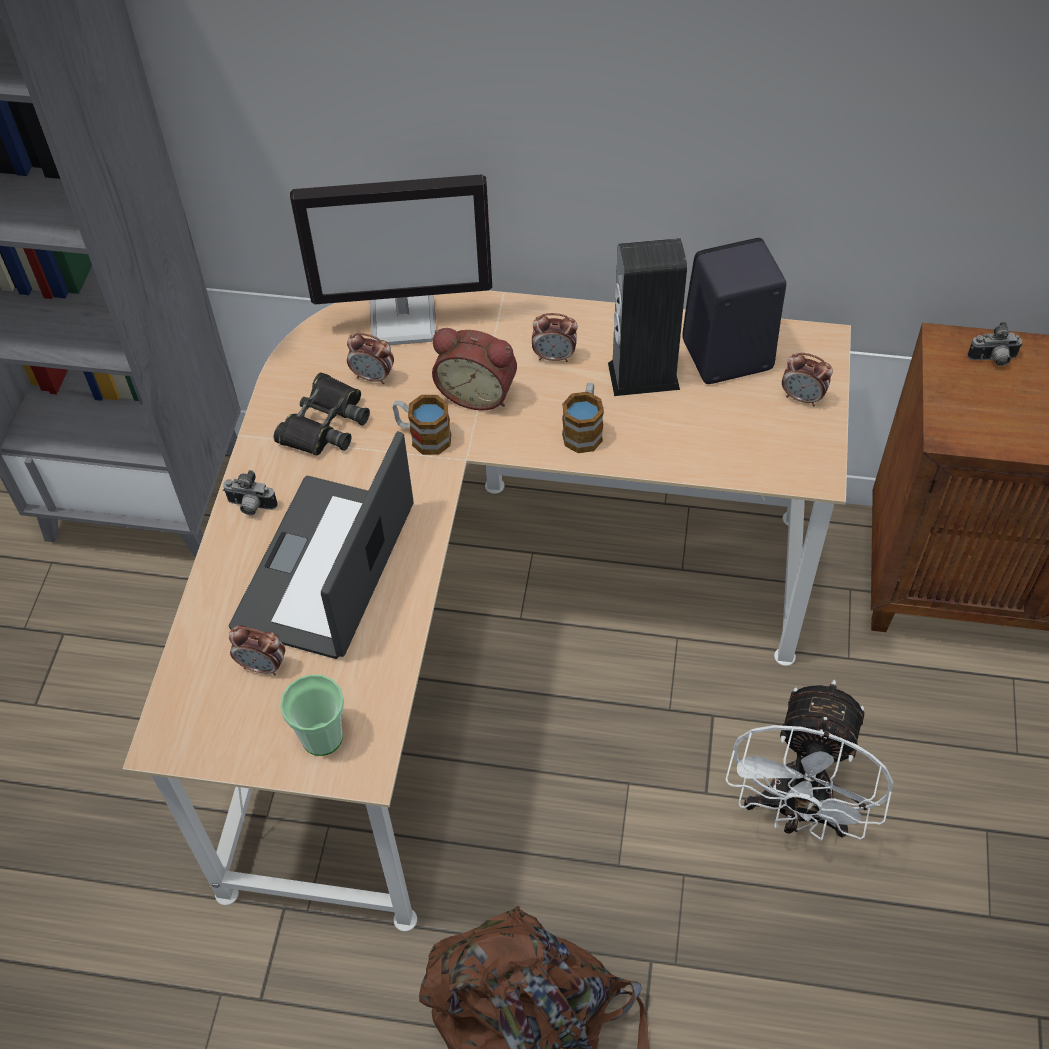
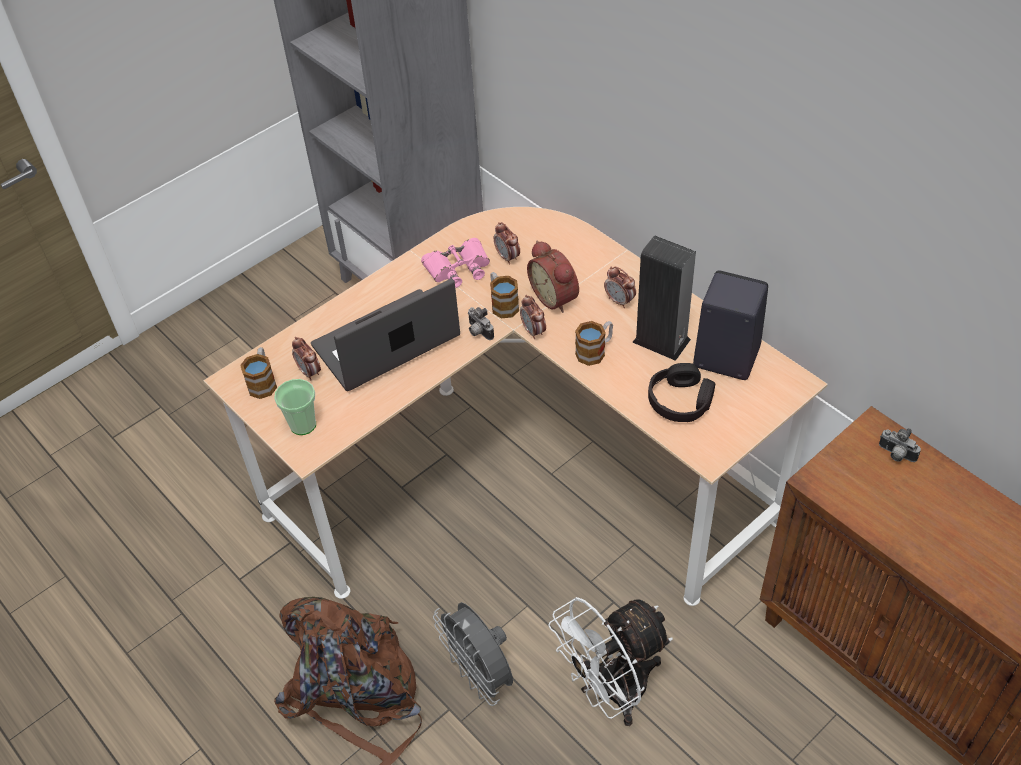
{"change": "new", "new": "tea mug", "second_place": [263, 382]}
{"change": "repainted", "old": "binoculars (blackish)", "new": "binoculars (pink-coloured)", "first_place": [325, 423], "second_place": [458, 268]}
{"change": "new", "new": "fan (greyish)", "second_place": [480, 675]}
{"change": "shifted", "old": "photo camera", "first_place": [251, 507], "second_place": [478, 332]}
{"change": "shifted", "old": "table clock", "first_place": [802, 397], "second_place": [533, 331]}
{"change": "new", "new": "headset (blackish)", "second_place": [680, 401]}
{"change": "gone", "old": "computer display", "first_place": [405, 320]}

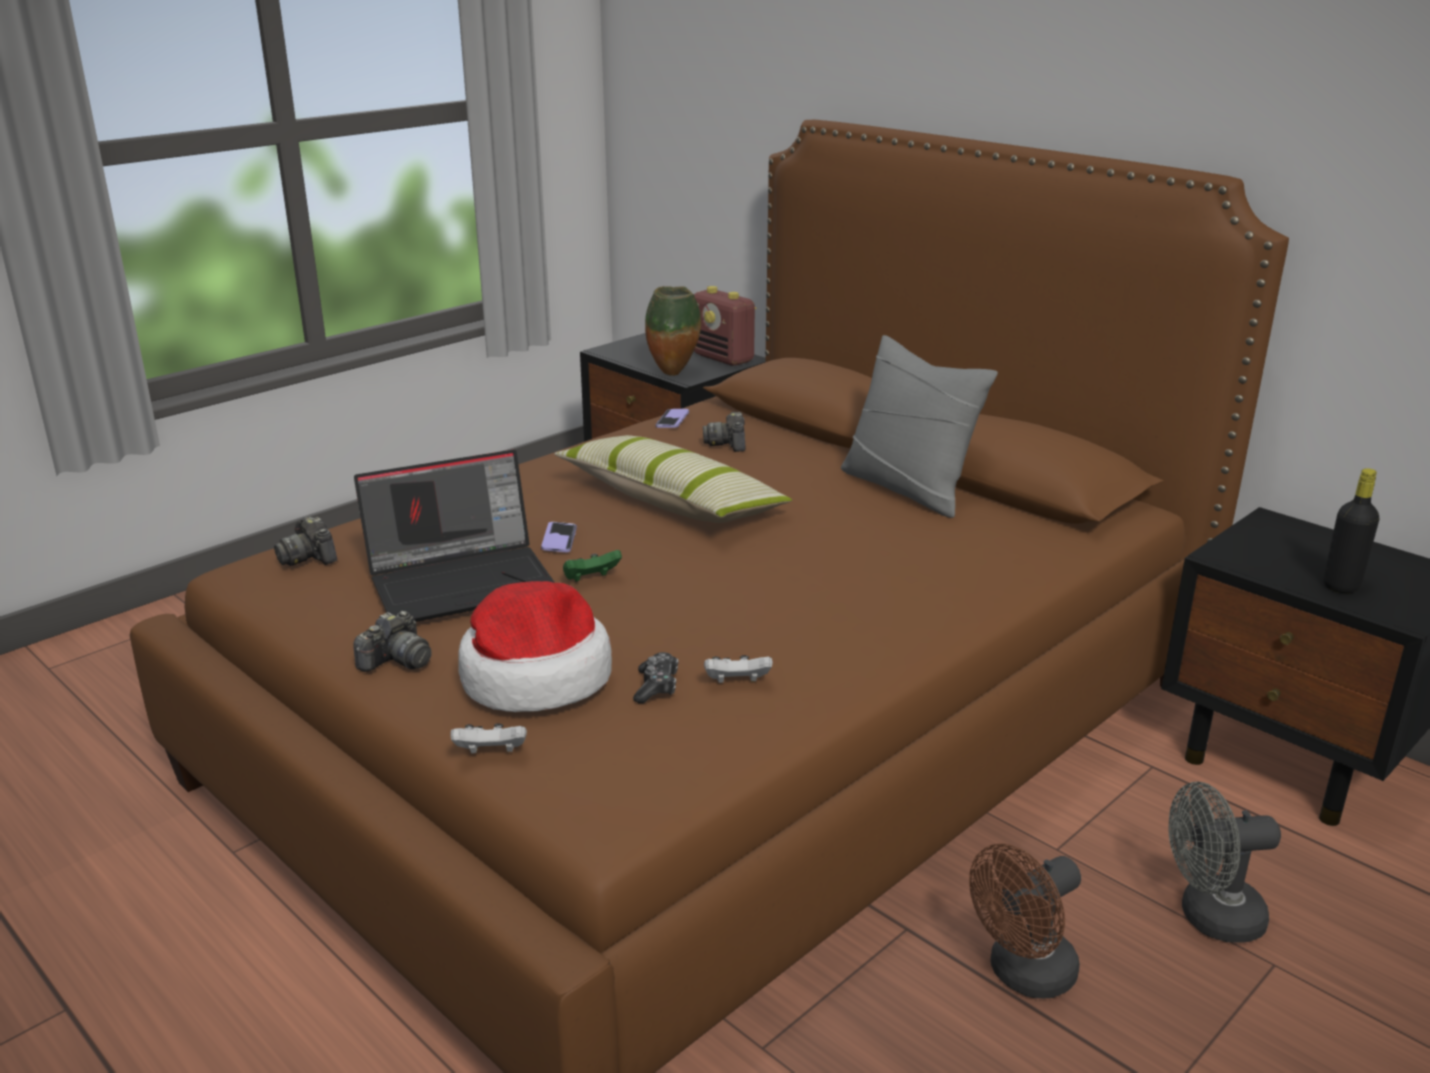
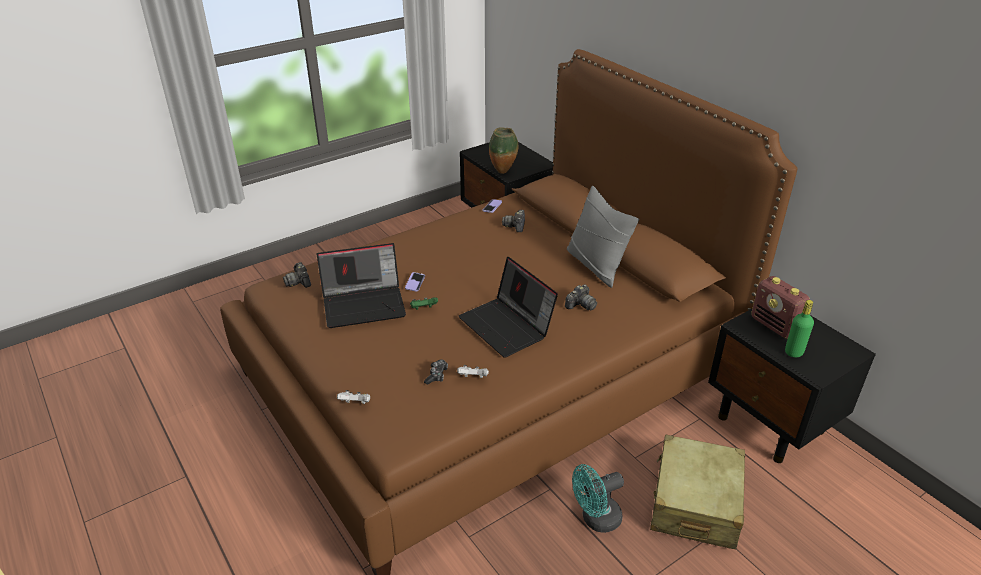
{"change": "new", "new": "notebook computer", "second_place": [507, 326]}
{"change": "shifted", "old": "photo camera", "first_place": [397, 661], "second_place": [580, 305]}
{"change": "repainted", "old": "fan (brown)", "new": "fan (blue-green)", "first_place": [1023, 975], "second_place": [595, 519]}
{"change": "swapped", "old": "fan (greyish)", "new": "suitcase (sand-coloured)", "first_place": [1209, 918], "second_place": [695, 503]}
{"change": "shifted", "old": "radio set", "first_place": [723, 358], "second_place": [775, 326]}
{"change": "repainted", "old": "beverage bottle (blackish)", "new": "beverage bottle (green)", "first_place": [1341, 586], "second_place": [793, 352]}
{"change": "gone", "old": "hat", "first_place": [535, 677]}
{"change": "gone", "old": "throw pillow", "first_place": [671, 502]}

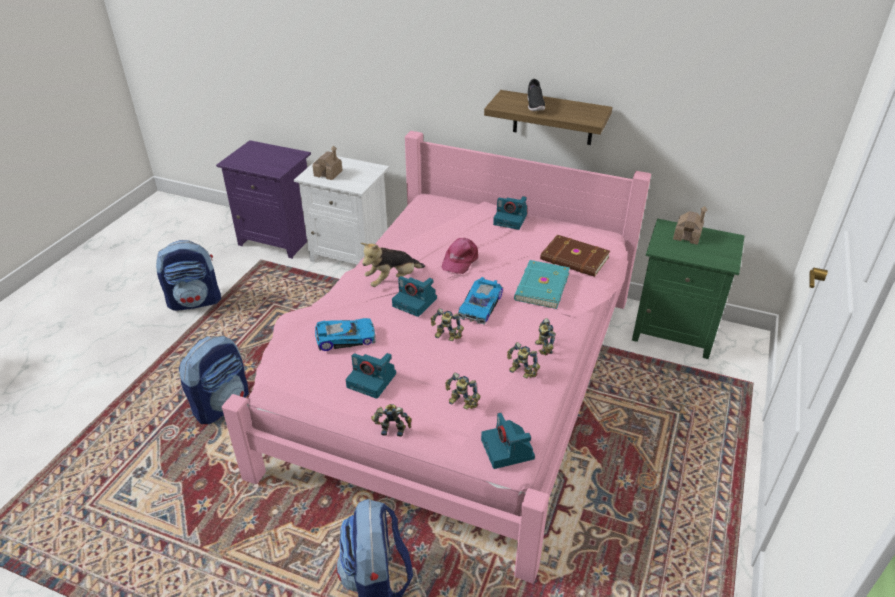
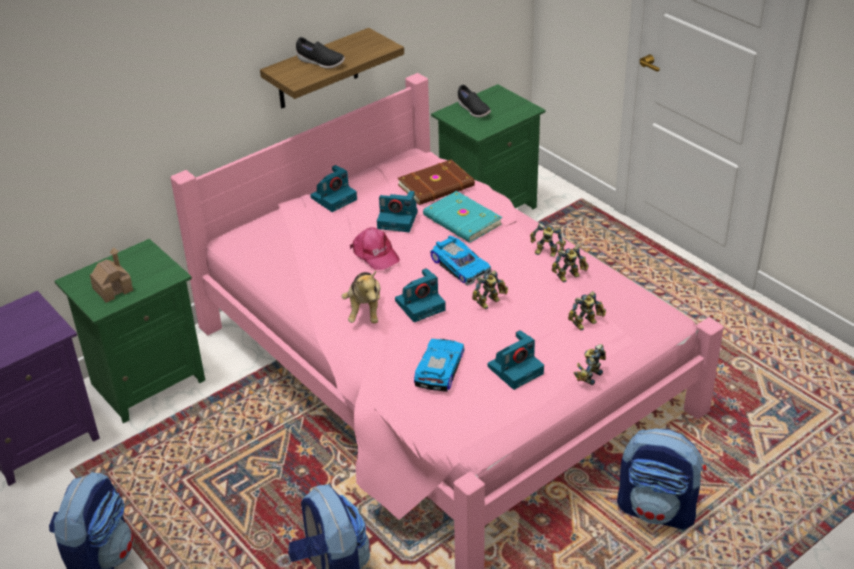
{"change": "repainted", "old": "bedside table (white-coloured)", "new": "bedside table (green)", "first_place": [351, 254], "second_place": [146, 381]}
{"change": "shifted", "old": "photo camera", "first_place": [508, 450], "second_place": [398, 220]}
{"change": "swapped", "old": "model house", "new": "item of footwear (blackish)", "first_place": [687, 236], "second_place": [473, 110]}

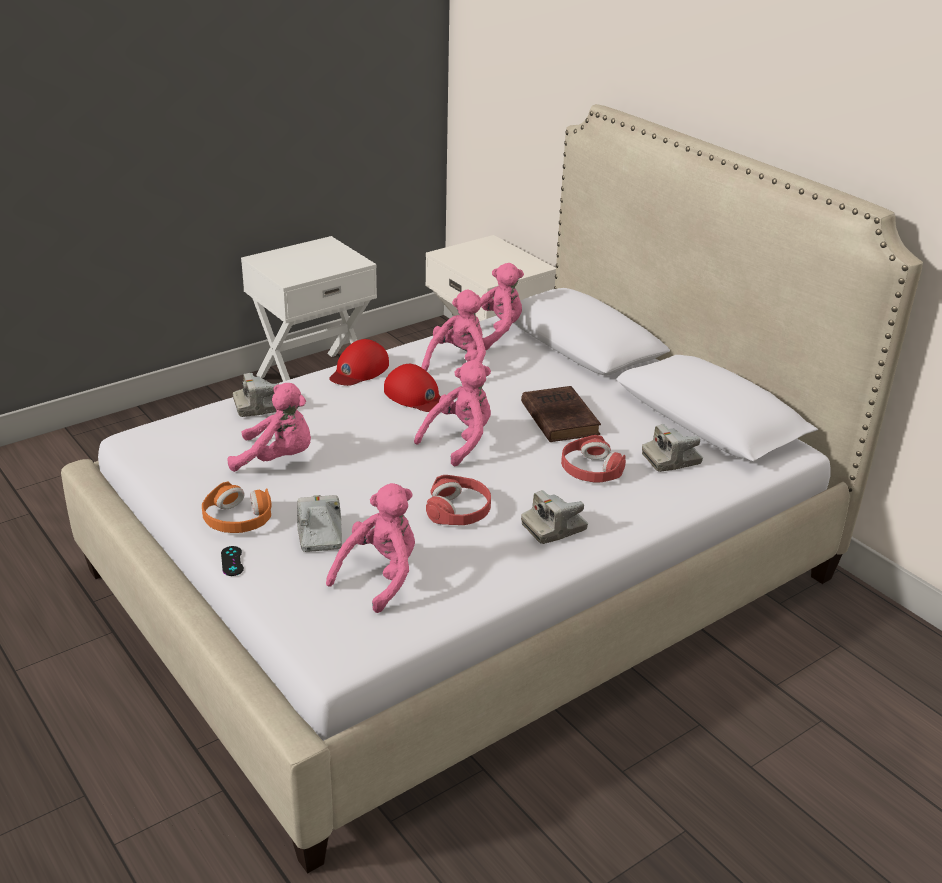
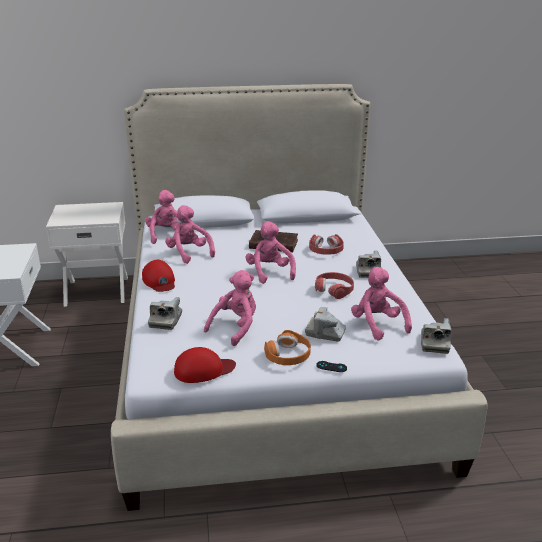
{"change": "shifted", "old": "peaked cap (red)", "first_place": [415, 396], "second_place": [204, 370]}
{"change": "shifted", "old": "photo camera", "first_place": [671, 459], "second_place": [434, 343]}

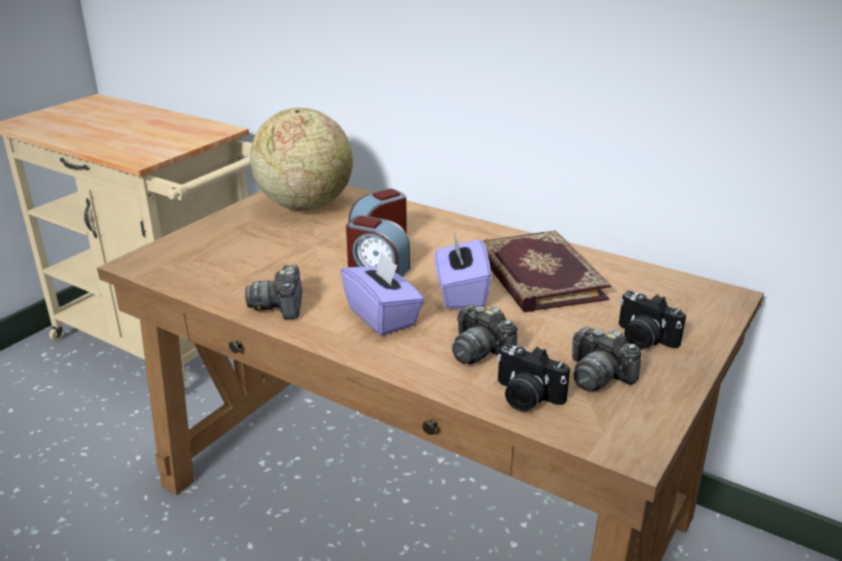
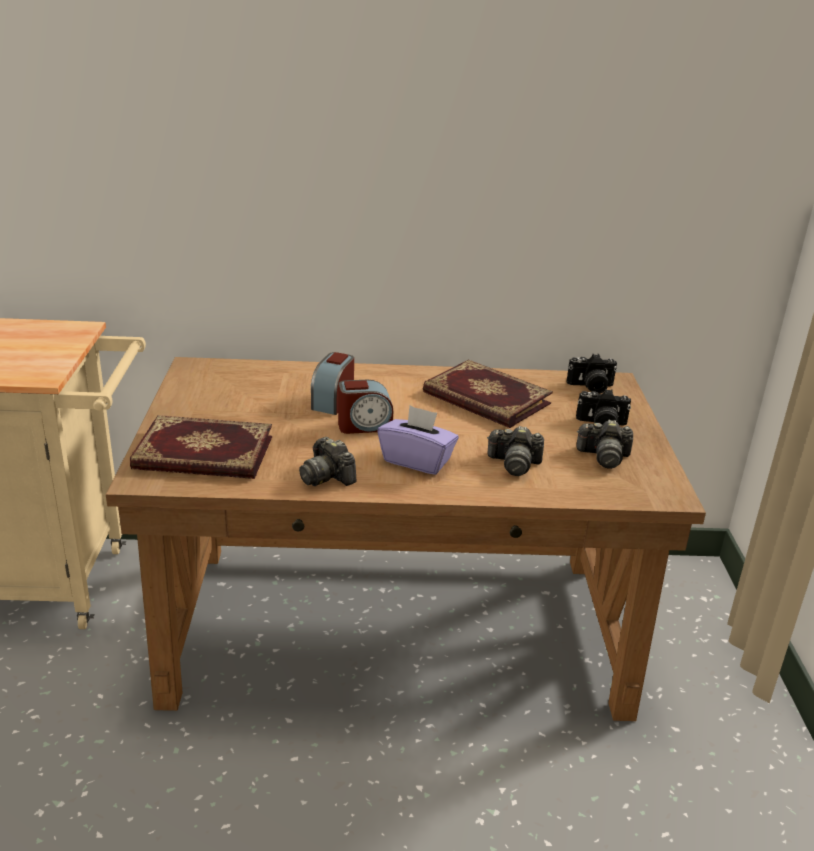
{"change": "new", "new": "bound book", "second_place": [203, 454]}
{"change": "shifted", "old": "photo camera", "first_place": [525, 397], "second_place": [591, 387]}
{"change": "gone", "old": "desk globe", "first_place": [304, 205]}
{"change": "gone", "old": "box of tissues (purple)", "first_place": [460, 293]}

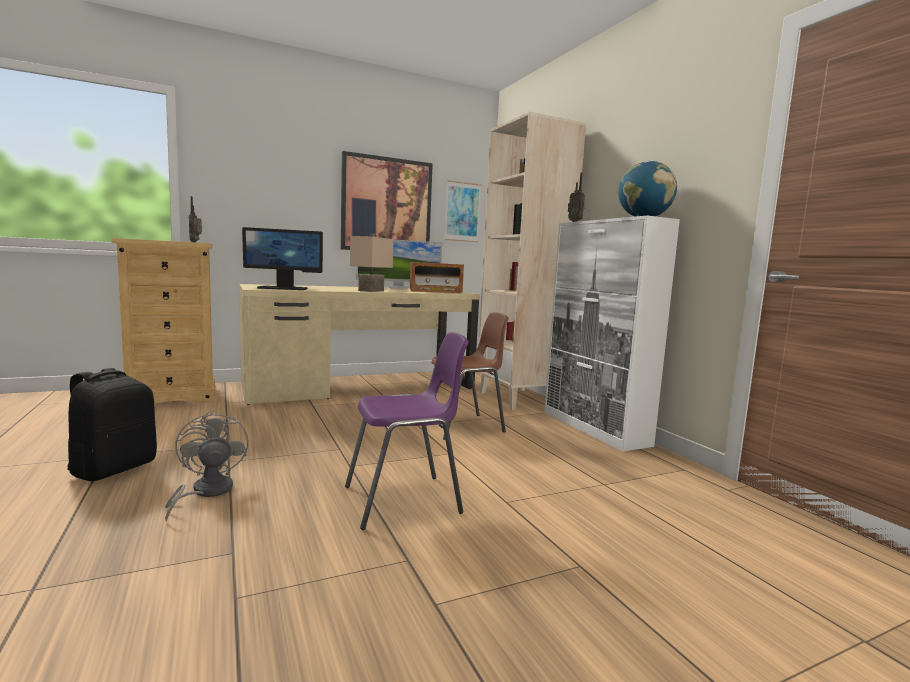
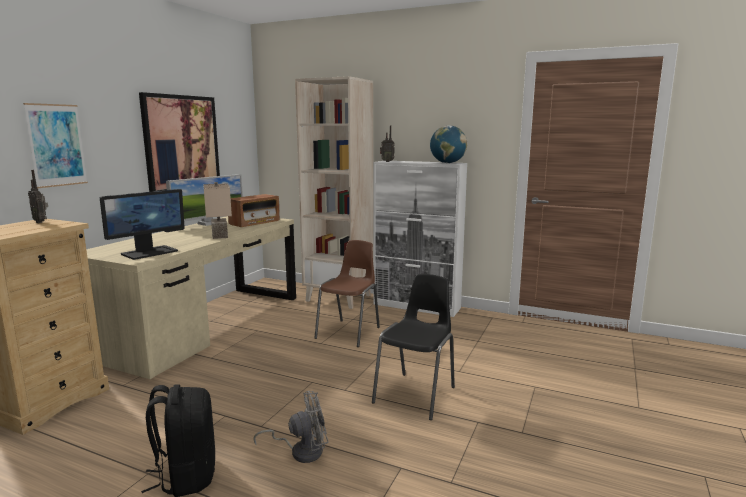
{"change": "shifted", "old": "picture", "first_place": [462, 212], "second_place": [56, 145]}
{"change": "rotated", "old": "fan (greyish)", "first_place": [205, 492], "second_place": [301, 451], "degrees": 135}
{"change": "repainted", "old": "plain chair (purple)", "new": "plain chair (blackish)", "first_place": [405, 500], "second_place": [416, 394]}

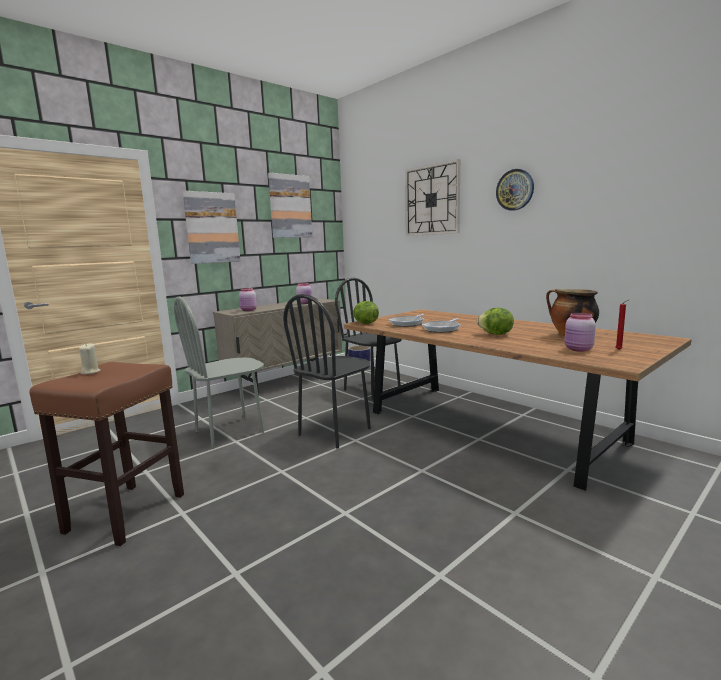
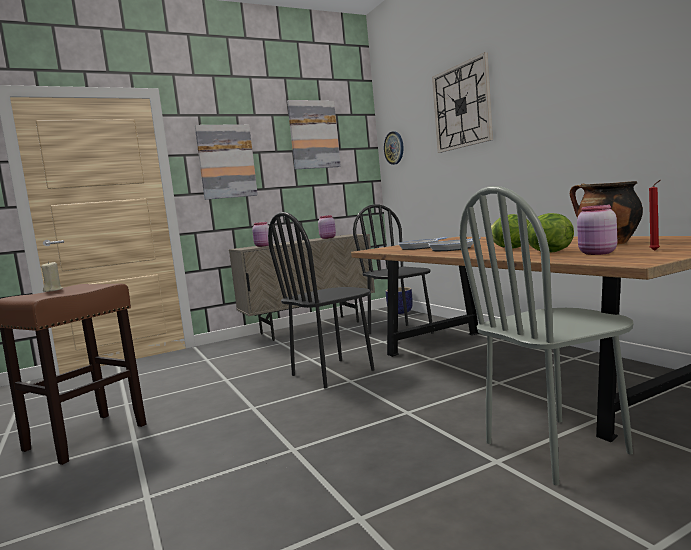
{"change": "shifted", "old": "wall clock", "first_place": [515, 190], "second_place": [394, 148]}
{"change": "shifted", "old": "plain chair (greyish)", "first_place": [229, 432], "second_place": [556, 448]}
{"change": "shifted", "old": "head of lettuce", "first_place": [365, 323], "second_place": [548, 252]}

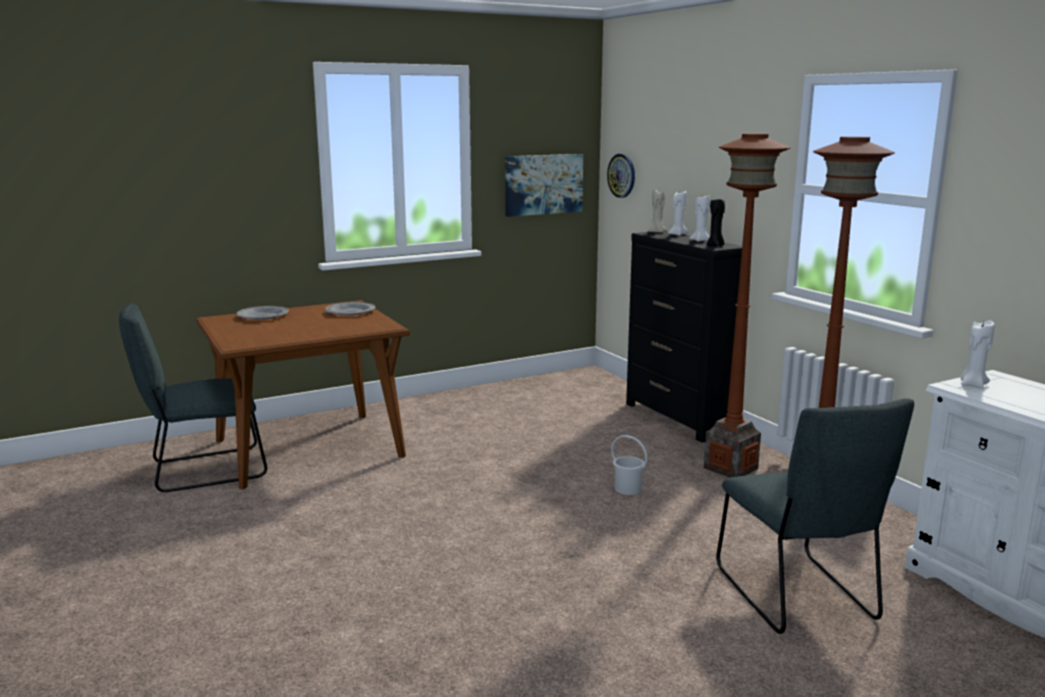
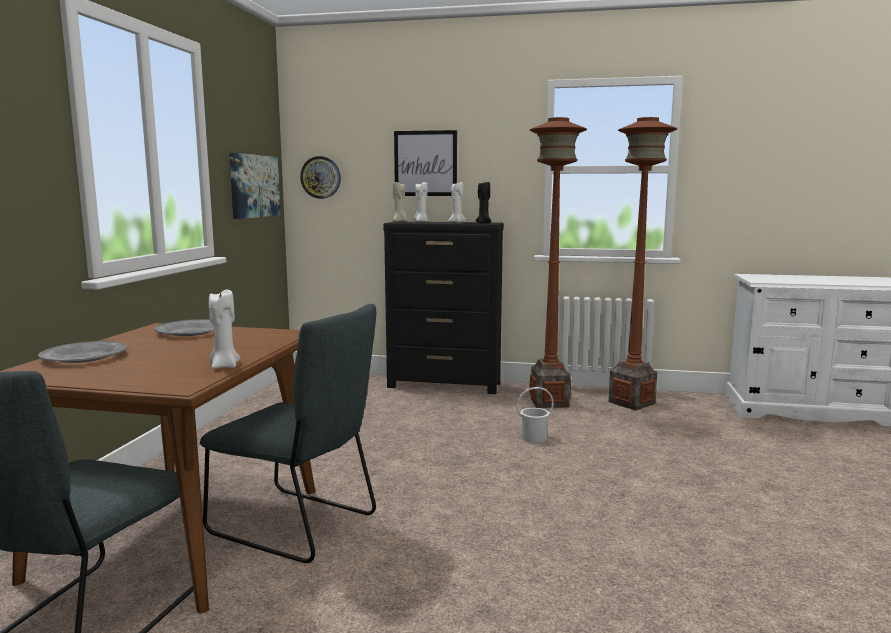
{"change": "shifted", "old": "plain chair (greyish)", "first_place": [798, 597], "second_place": [299, 526]}
{"change": "shifted", "old": "wax candle (white-coloured)", "first_place": [973, 385], "second_place": [224, 366]}
{"change": "new", "new": "picture", "second_place": [425, 163]}

